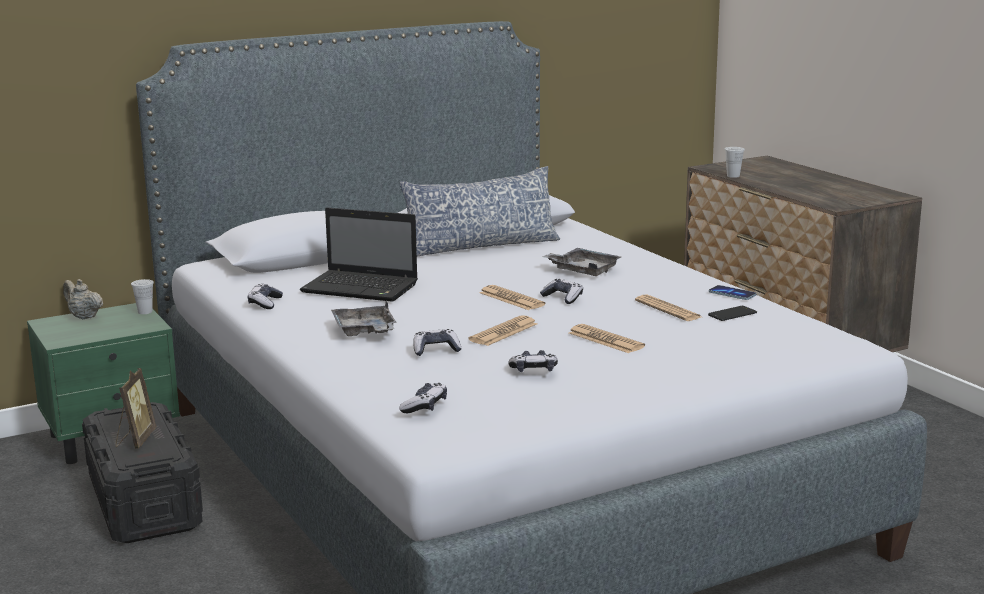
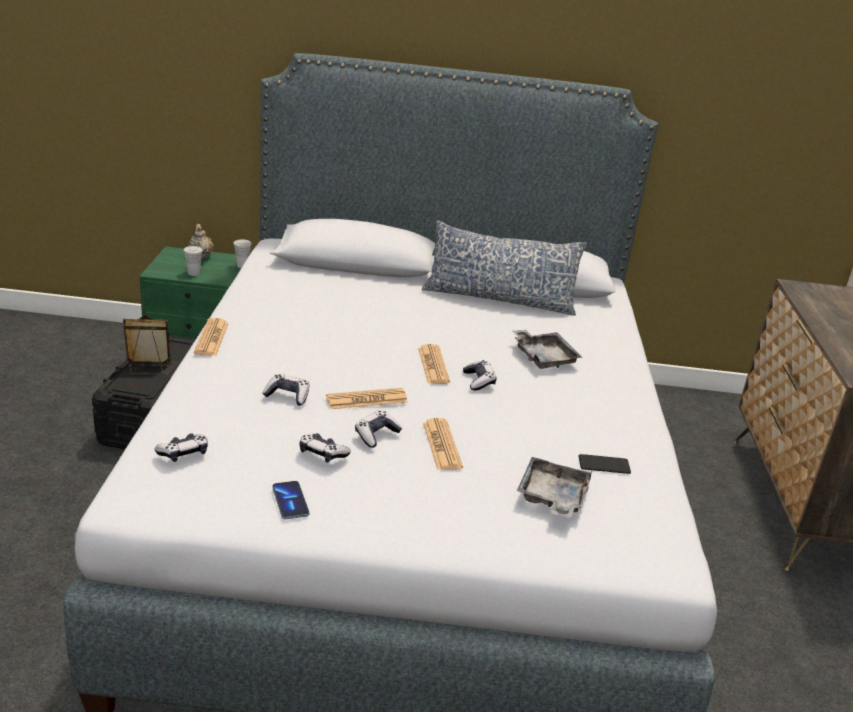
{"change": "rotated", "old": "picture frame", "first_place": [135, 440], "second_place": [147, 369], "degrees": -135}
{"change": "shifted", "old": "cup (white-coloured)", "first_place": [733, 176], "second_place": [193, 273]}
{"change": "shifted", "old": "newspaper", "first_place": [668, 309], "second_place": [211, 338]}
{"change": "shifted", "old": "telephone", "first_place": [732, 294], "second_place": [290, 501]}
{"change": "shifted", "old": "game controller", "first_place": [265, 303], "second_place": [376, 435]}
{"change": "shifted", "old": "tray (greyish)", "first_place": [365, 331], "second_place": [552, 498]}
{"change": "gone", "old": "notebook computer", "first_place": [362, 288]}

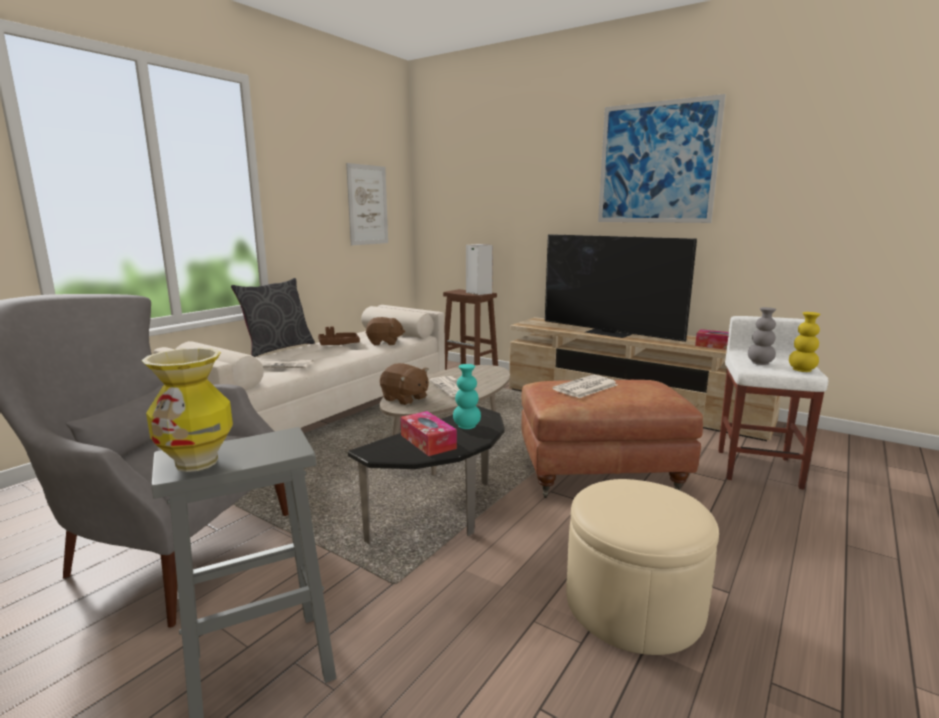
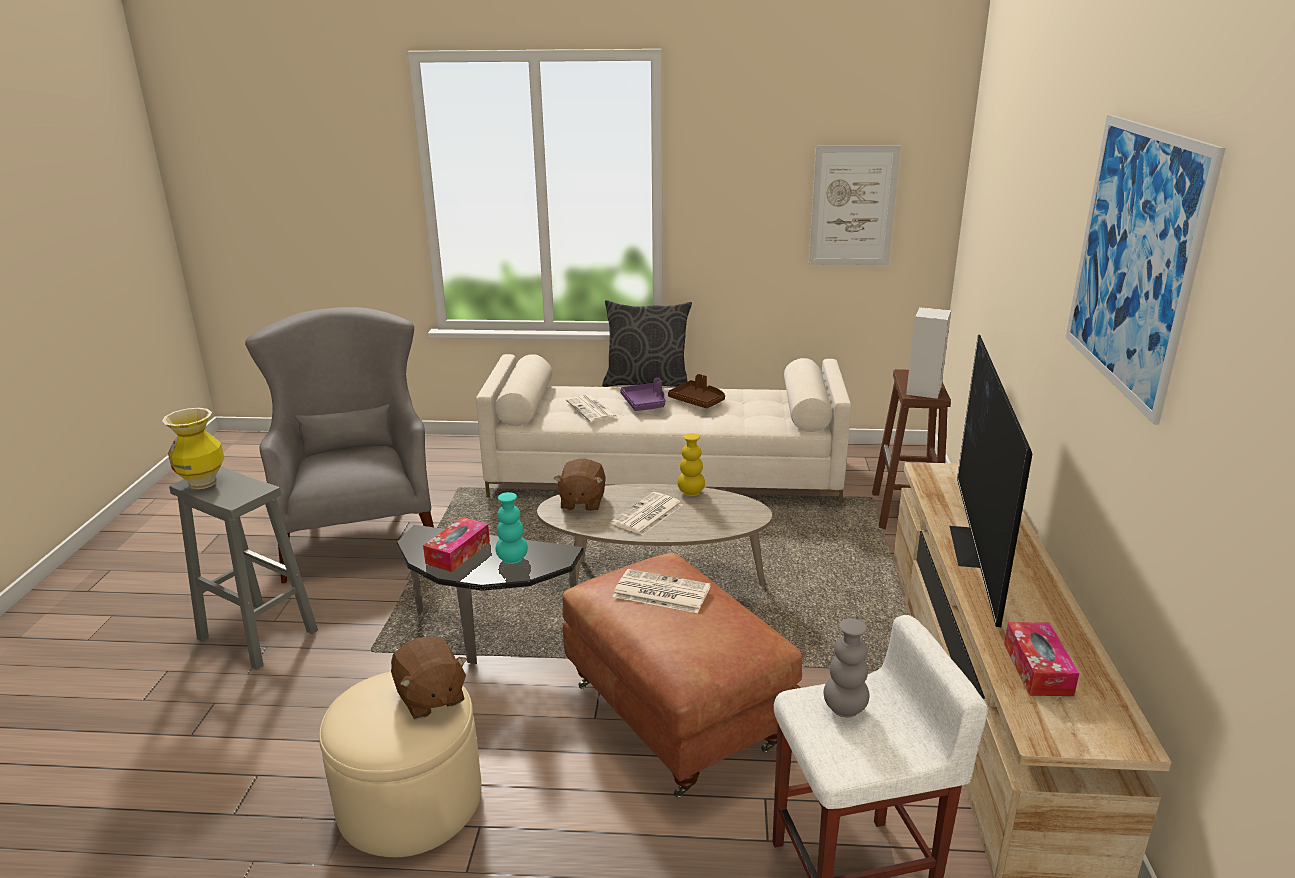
{"change": "shifted", "old": "soft toy (brown)", "first_place": [384, 343], "second_place": [430, 698]}
{"change": "new", "new": "tray (purple)", "second_place": [645, 404]}
{"change": "shifted", "old": "flower vase (yellowish)", "first_place": [801, 370], "second_place": [691, 492]}

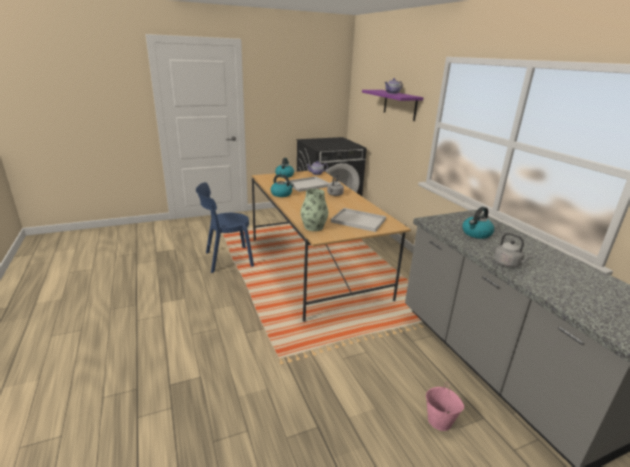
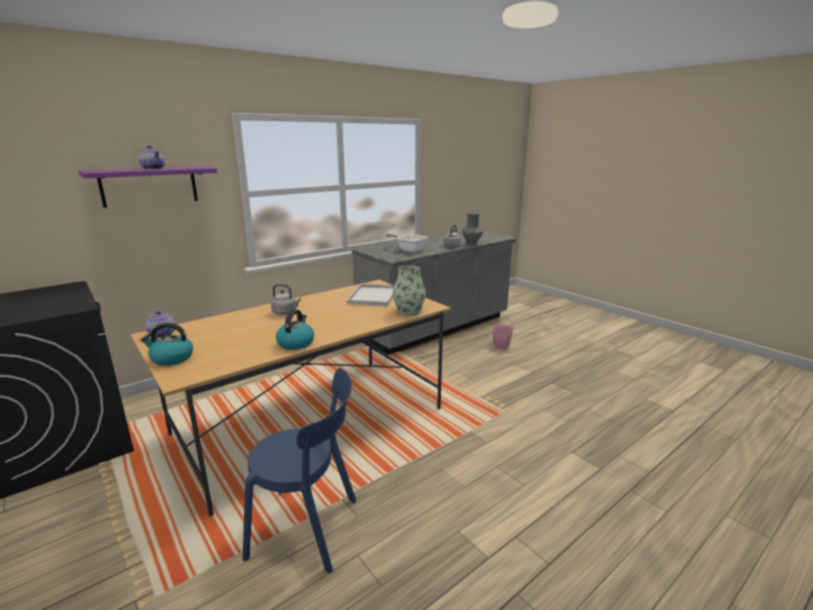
{"change": "rotated", "old": "plain chair (blue)", "first_place": [226, 259], "second_place": [309, 528], "degrees": -45}
{"change": "swapped", "old": "kettle", "new": "skillet", "first_place": [476, 234], "second_place": [409, 250]}
{"change": "new", "new": "flower vase (greyish)", "second_place": [472, 244]}
{"change": "gone", "old": "tray (white-coloured)", "first_place": [308, 184]}

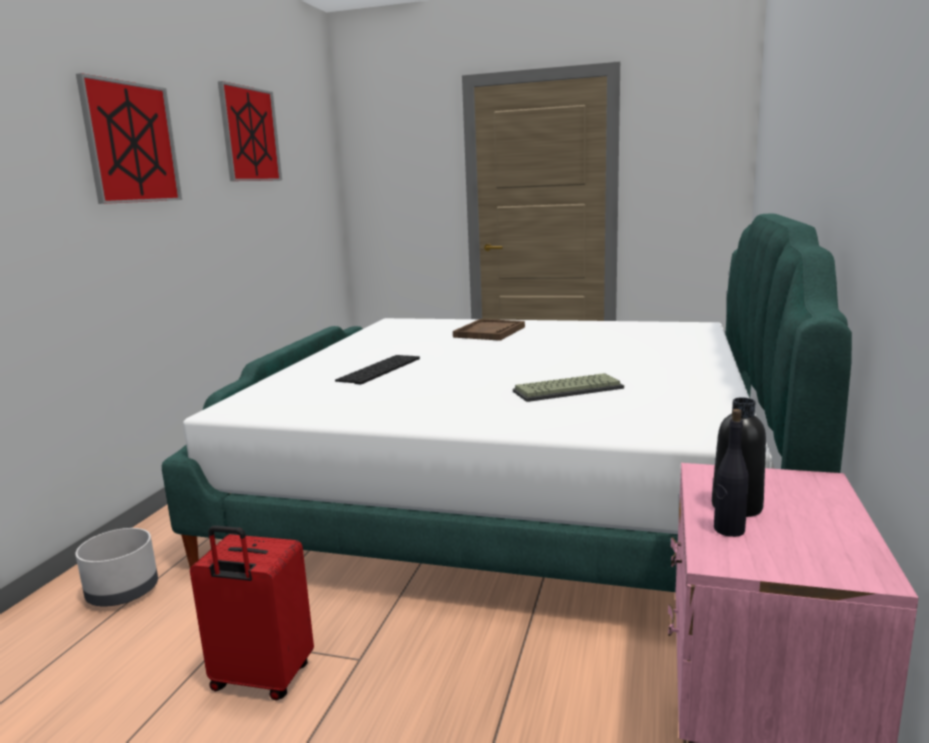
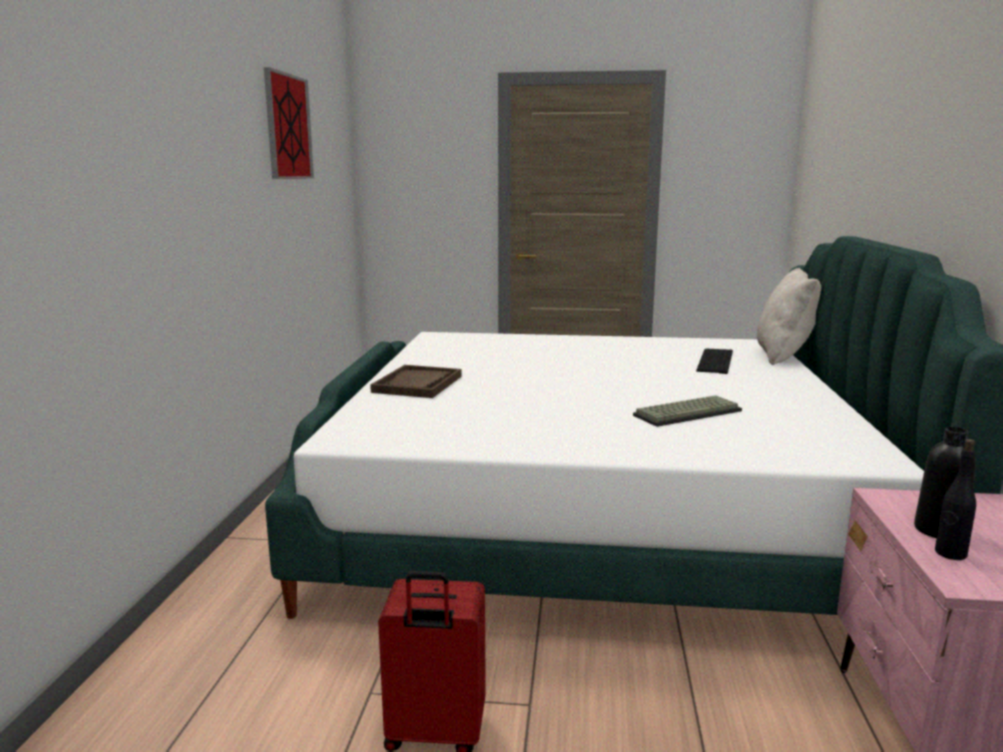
{"change": "shifted", "old": "tray (brown)", "first_place": [489, 332], "second_place": [417, 384]}
{"change": "shifted", "old": "keyboard", "first_place": [380, 370], "second_place": [717, 361]}
{"change": "new", "new": "throw pillow (sand-coloured)", "second_place": [784, 356]}
{"change": "gone", "old": "flower pot (greyish)", "first_place": [122, 593]}
{"change": "gone", "old": "picture", "first_place": [131, 143]}

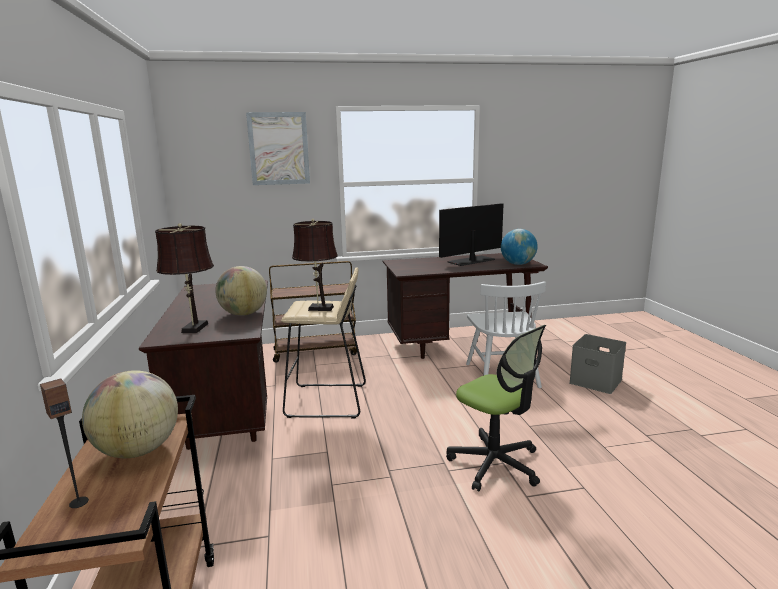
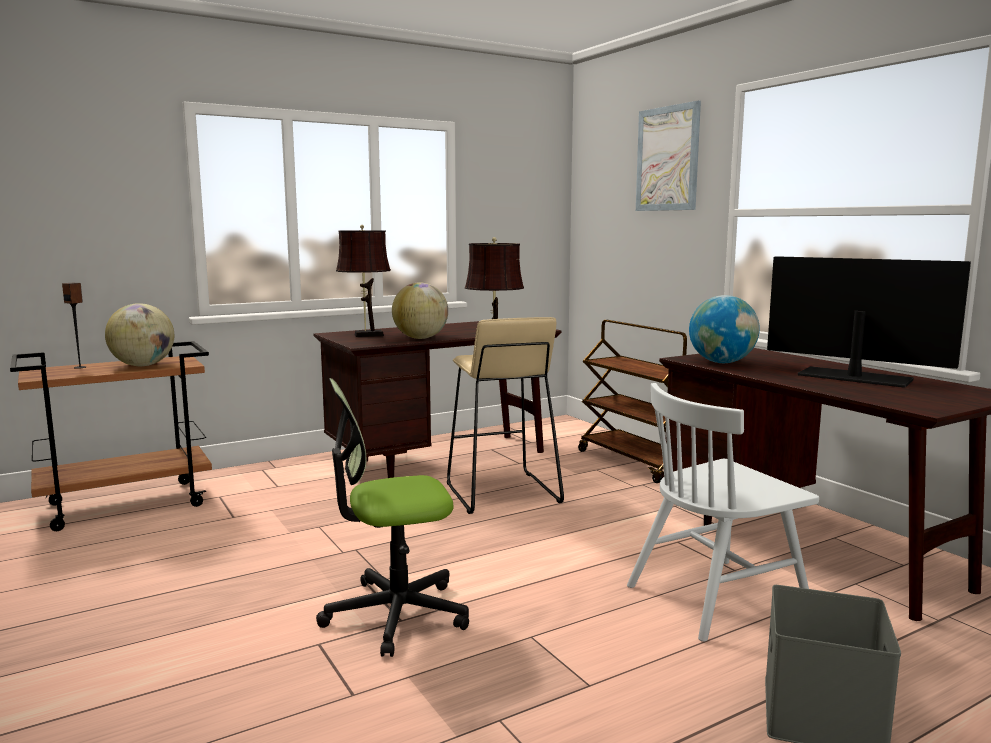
{"change": "rotated", "old": "computer chair", "first_place": [495, 464], "second_place": [395, 614], "degrees": 45}
{"change": "shifted", "old": "desk globe", "first_place": [518, 264], "second_place": [722, 362]}

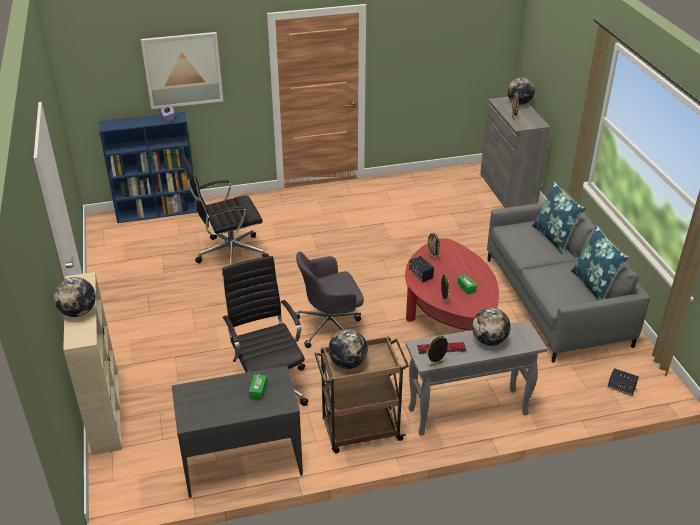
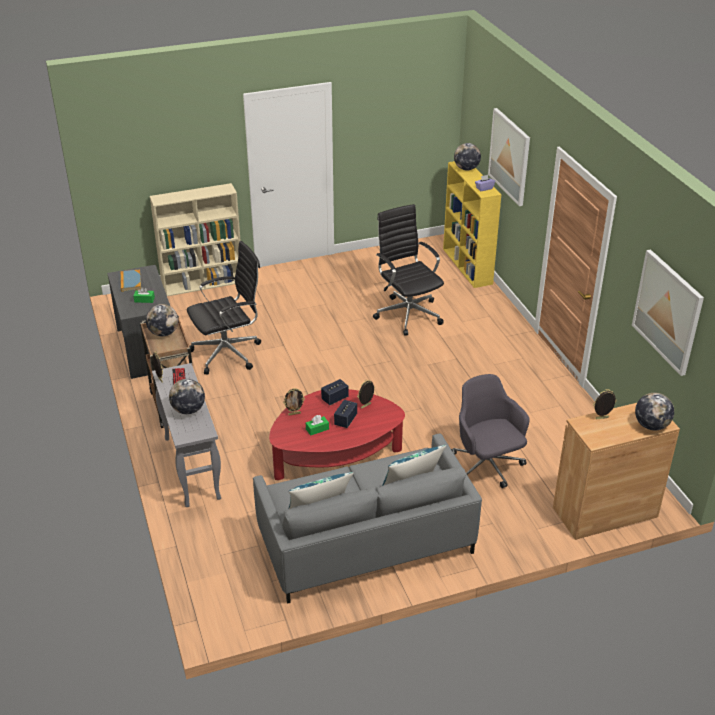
{"change": "new", "new": "bound book", "second_place": [130, 282]}
{"change": "shifted", "old": "loudspeaker", "first_place": [621, 388], "second_place": [345, 420]}
{"change": "repainted", "old": "bookcase (blue)", "new": "bookcase (yellowish)", "first_place": [158, 211], "second_place": [468, 266]}
{"change": "shifted", "old": "computer chair (greyish)", "first_place": [330, 326], "second_place": [486, 467]}
{"change": "shifted", "old": "desk globe", "first_place": [78, 312], "second_place": [466, 169]}
{"change": "repainted", "old": "cabinet (greyish)", "new": "cabinet (brown)", "first_place": [508, 189], "second_place": [605, 512]}
{"change": "new", "new": "picture", "second_place": [667, 311]}

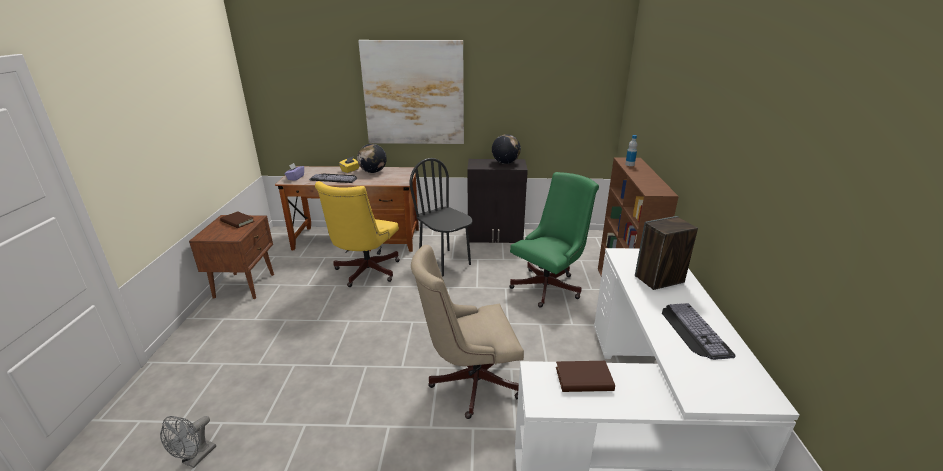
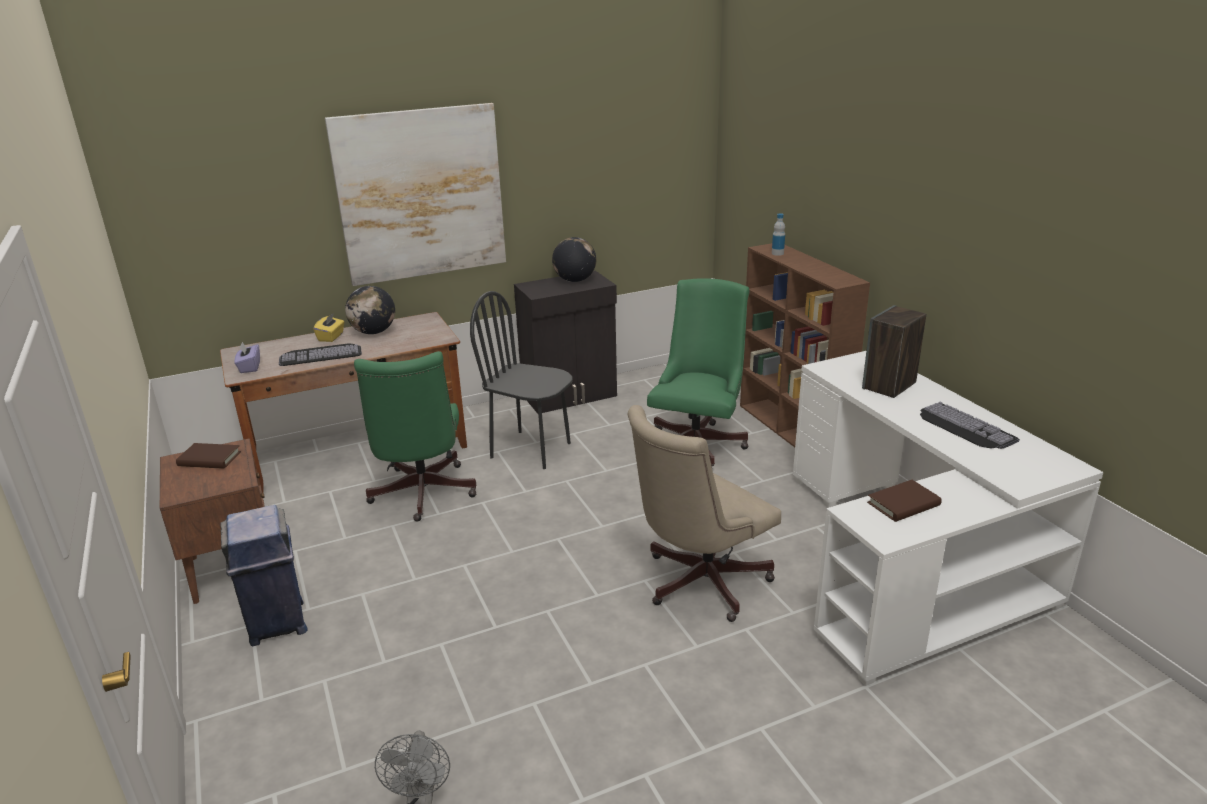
{"change": "new", "new": "trash can (blue)", "second_place": [277, 624]}
{"change": "repainted", "old": "computer chair (yellowish)", "new": "computer chair (green)", "first_place": [365, 272], "second_place": [421, 495]}

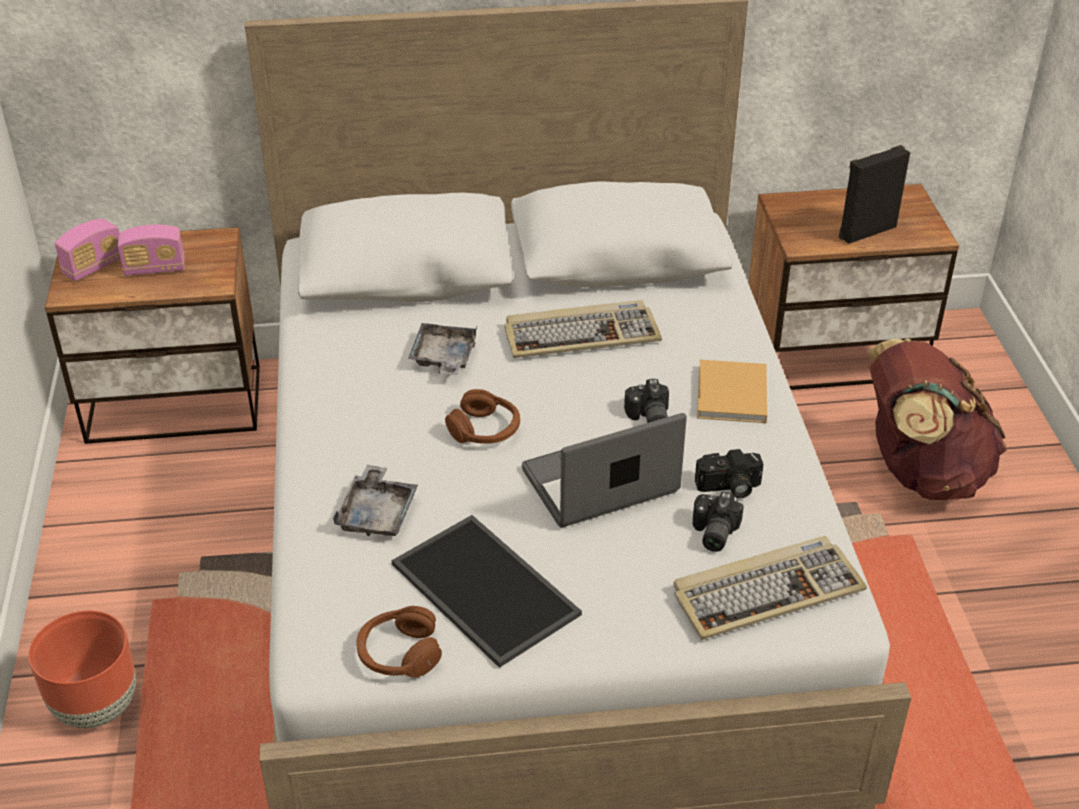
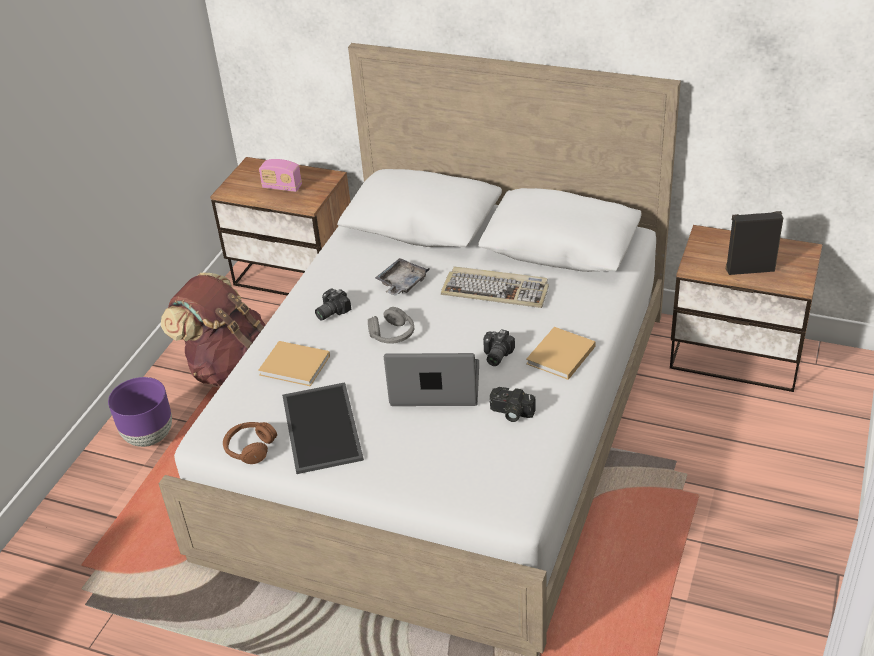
{"change": "repainted", "old": "flower pot (brown)", "new": "flower pot (purple)", "first_place": [95, 707], "second_place": [149, 436]}
{"change": "shifted", "old": "rucksack (brown)", "first_place": [920, 472], "second_place": [229, 366]}
{"change": "swapped", "old": "tray (greyish)", "new": "bound book (sand-coloured)", "first_place": [378, 513], "second_place": [296, 366]}
{"change": "shifted", "old": "photo camera", "first_place": [712, 533], "second_place": [330, 312]}
{"change": "repainted", "old": "headset (brown)", "new": "headset (greyish)", "first_place": [485, 430], "second_place": [392, 334]}
{"change": "gone", "old": "radio set", "first_place": [94, 267]}
{"change": "gone", "old": "keyboard", "first_place": [767, 591]}

